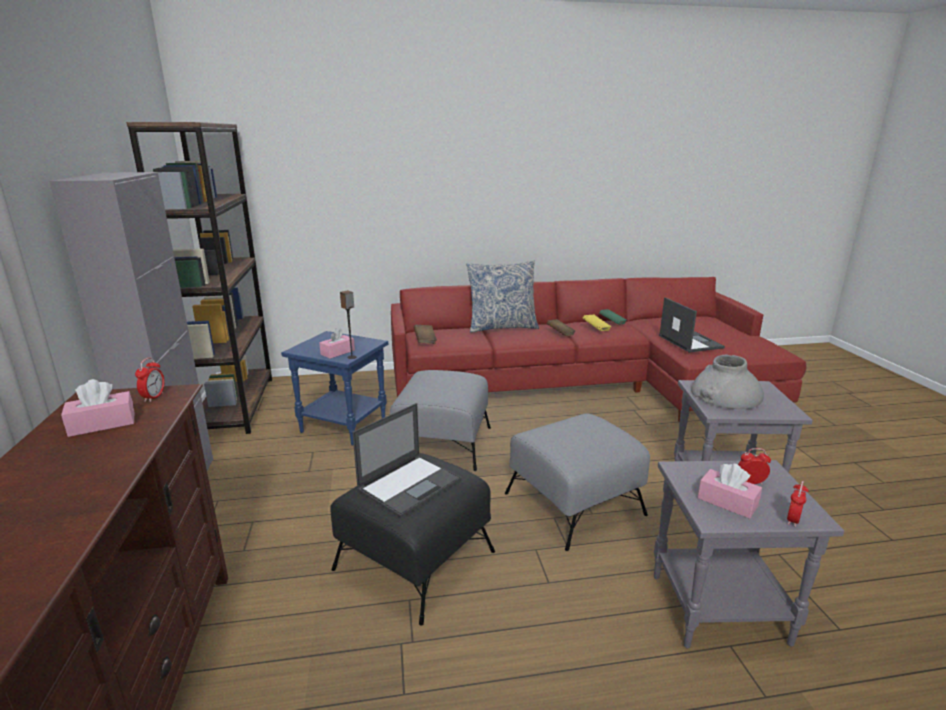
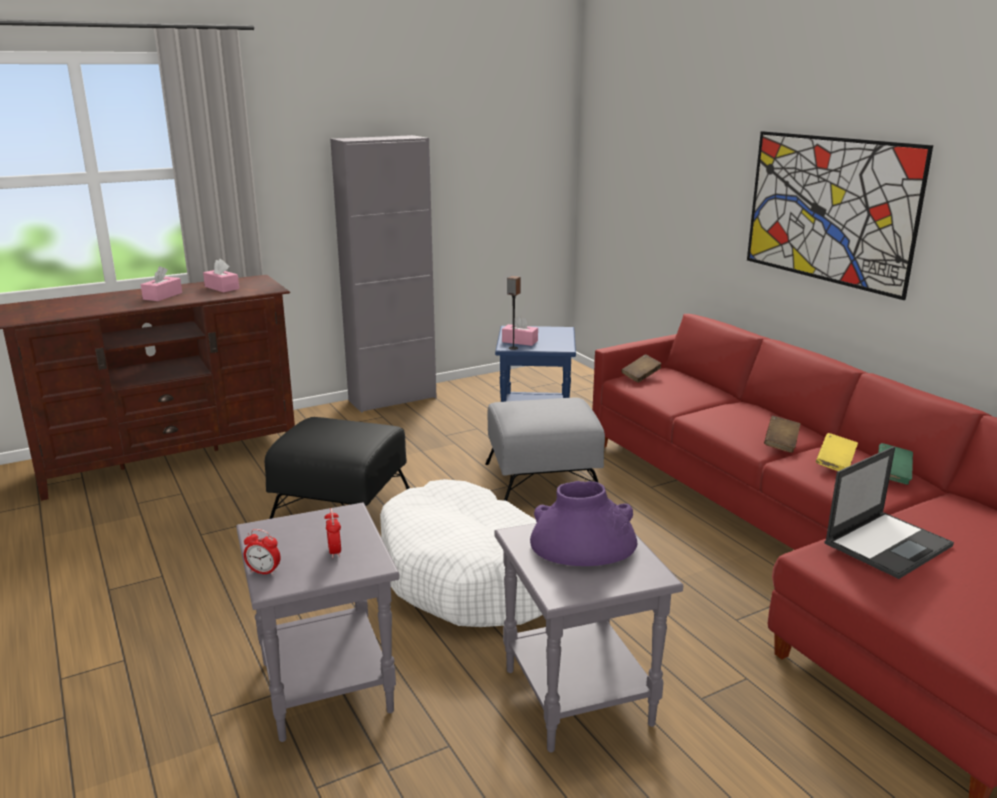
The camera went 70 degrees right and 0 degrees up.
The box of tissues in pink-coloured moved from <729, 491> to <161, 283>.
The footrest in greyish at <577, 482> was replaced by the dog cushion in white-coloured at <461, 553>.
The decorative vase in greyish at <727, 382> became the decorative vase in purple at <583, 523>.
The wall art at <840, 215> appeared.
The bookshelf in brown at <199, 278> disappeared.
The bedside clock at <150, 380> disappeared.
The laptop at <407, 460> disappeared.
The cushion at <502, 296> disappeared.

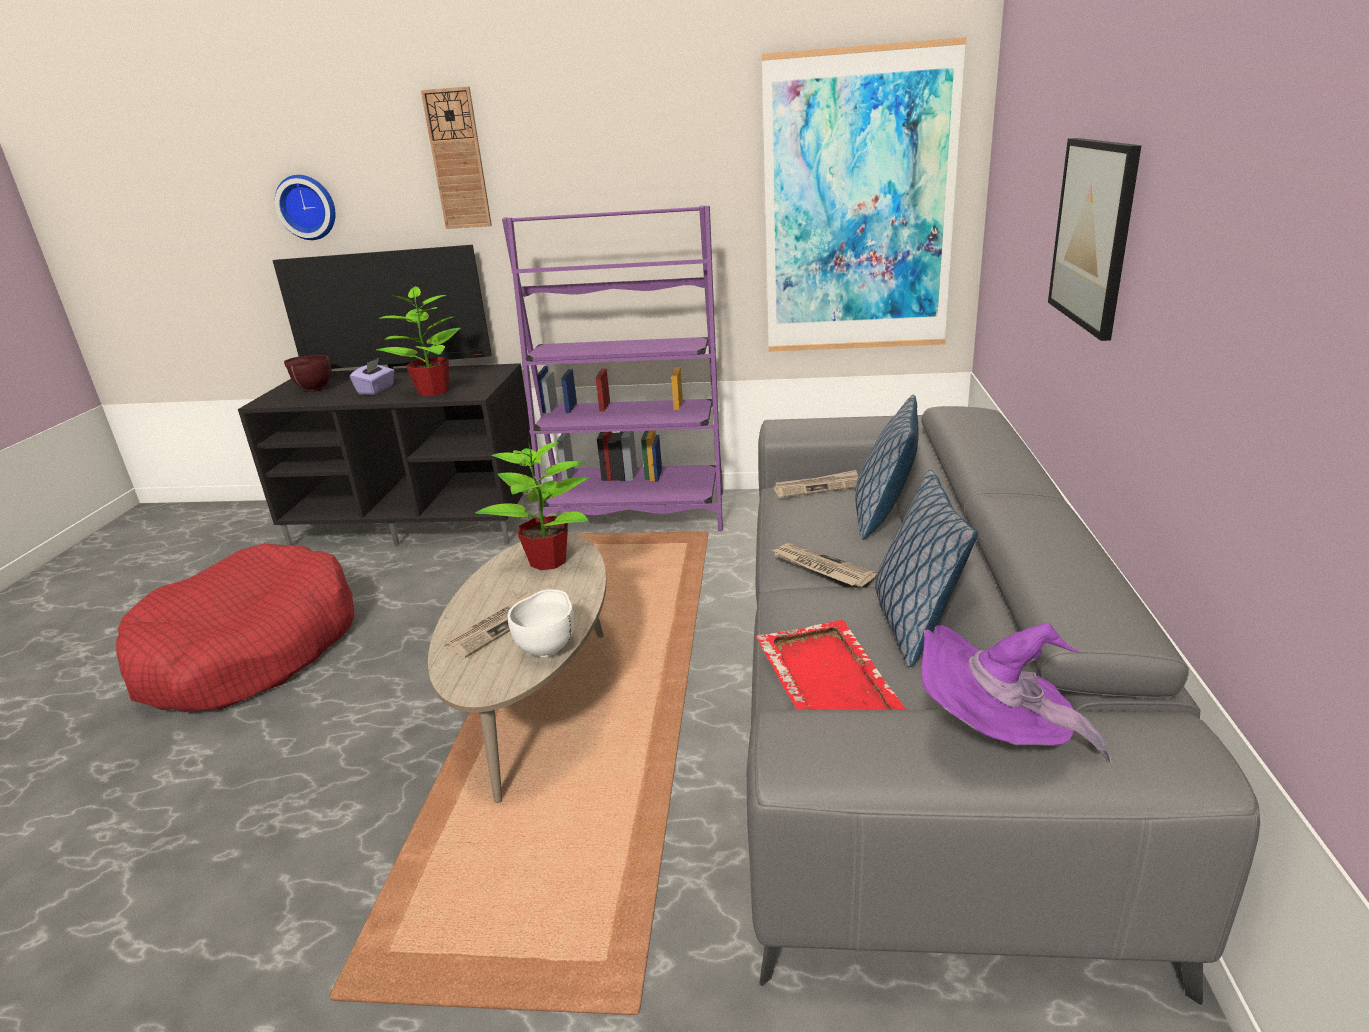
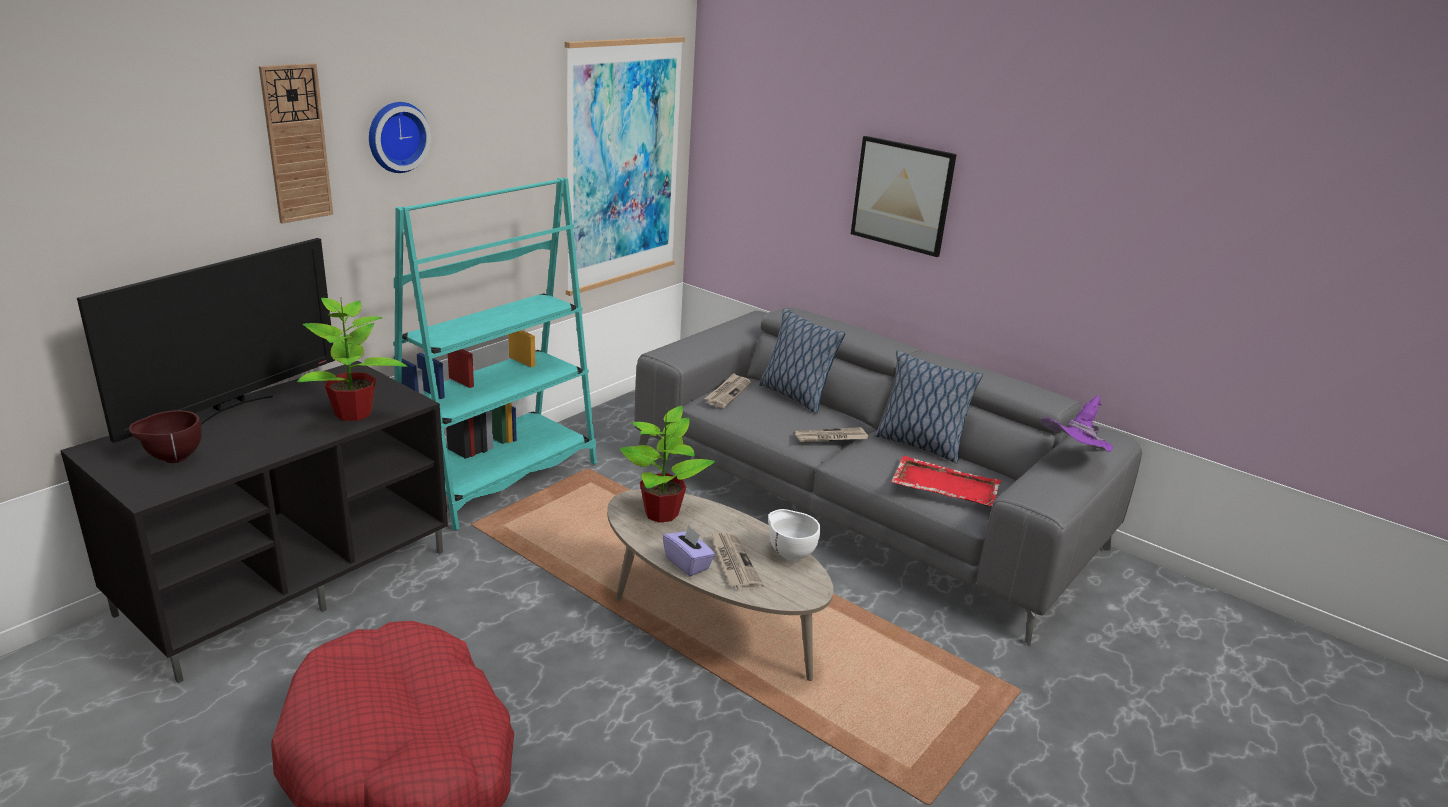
The camera went 60 degrees left and 0 degrees up.
The clock on the wall moved from <305, 207> to <400, 137>.
The bookshelf in purple at <612, 368> became the bookshelf in turquoise at <495, 354>.
The box of tissues in purple moved from <372, 376> to <689, 550>.

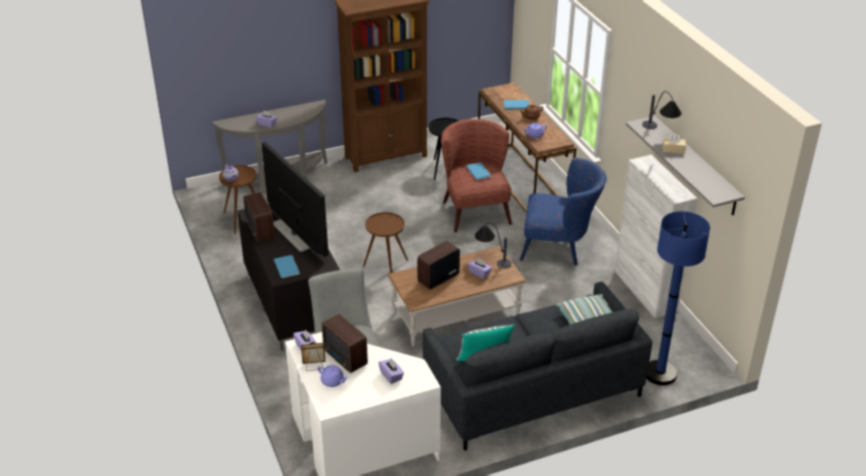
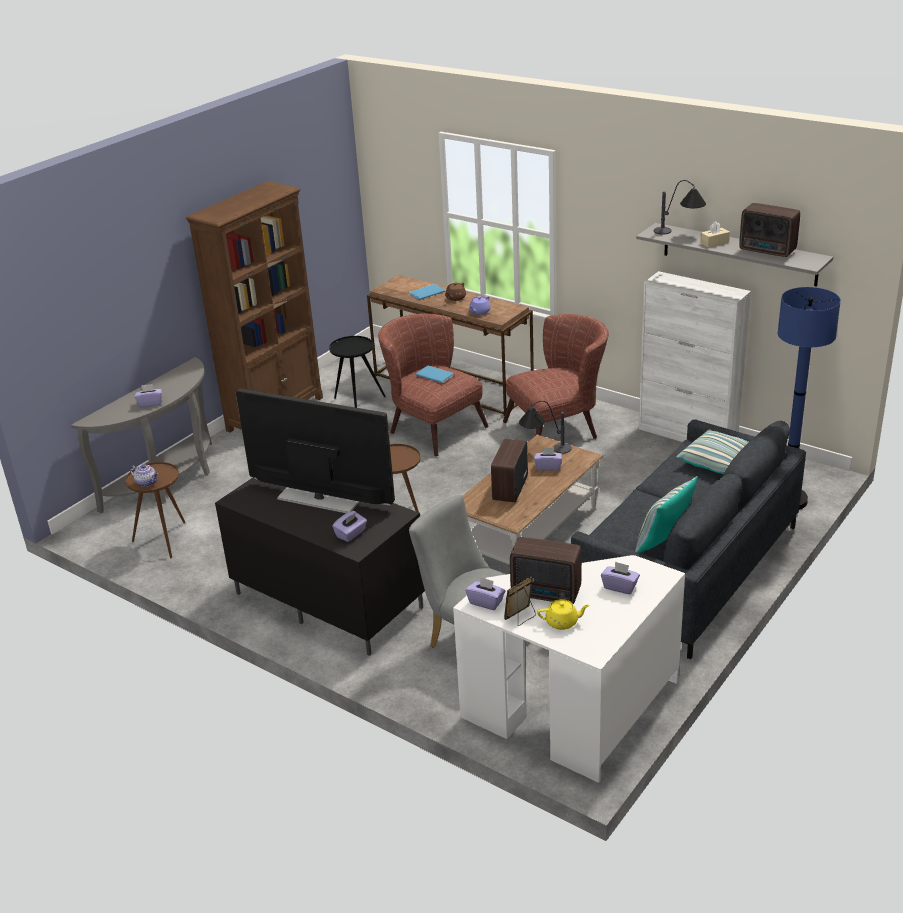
The camera went 30 degrees left and 5 degrees down.
The bound book in bluish at <287, 266> was replaced by the box of tissues in purple at <349, 526>.
The easy chair in bluish at <563, 211> became the easy chair in brown at <556, 376>.
The pot for tea in purple at <332, 376> became the pot for tea in yellowish at <563, 614>.
The radio set moved from <259, 217> to <769, 230>.

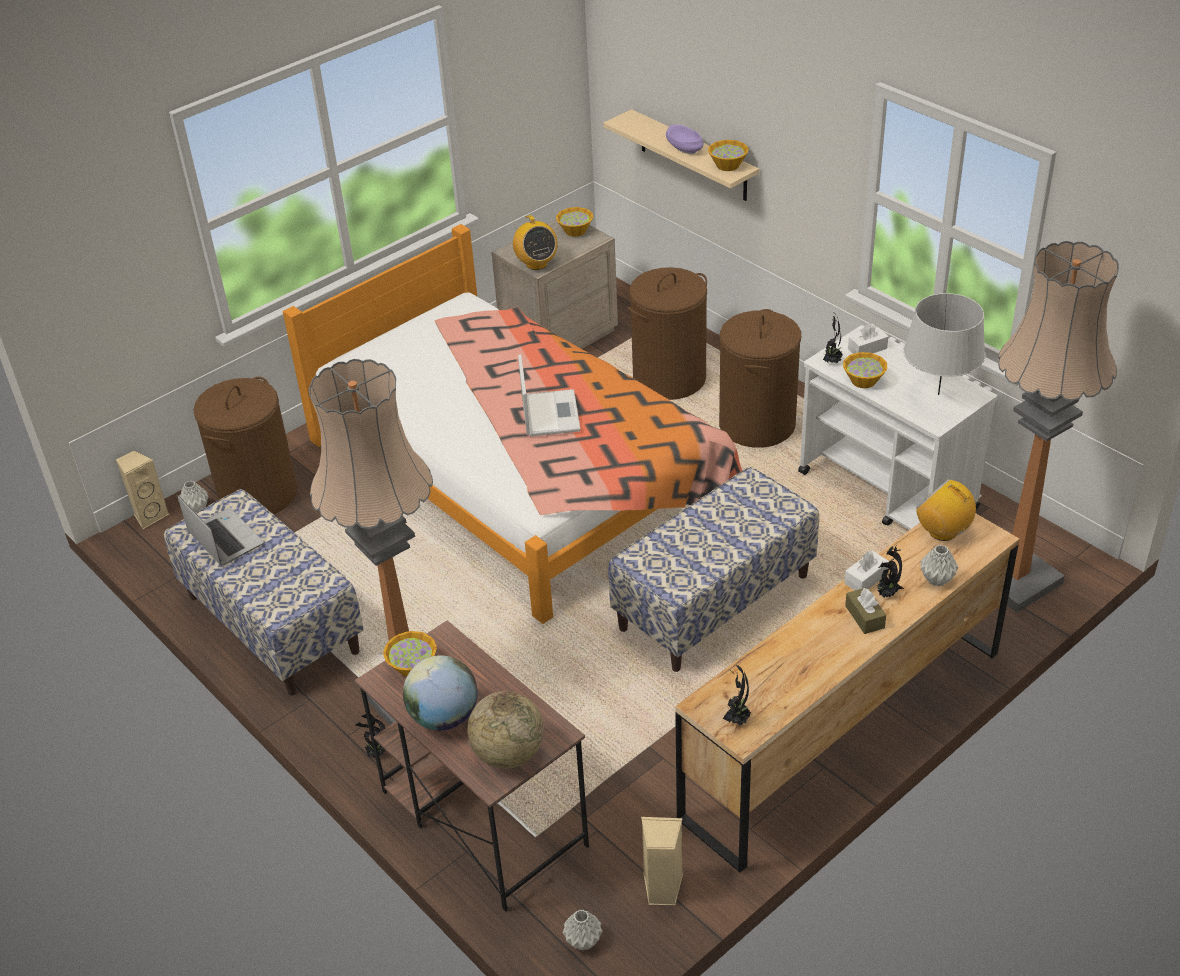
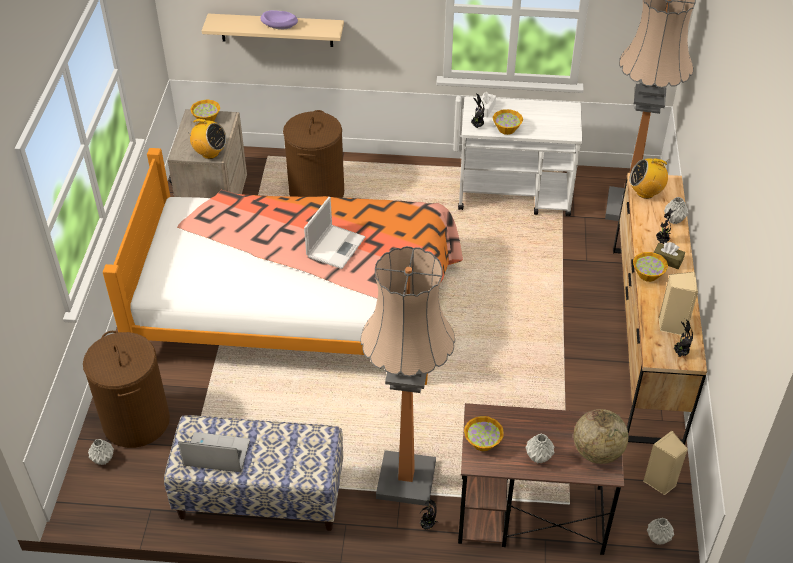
The camera went 45 degrees left and 5 degrees up.
The laptop at <549, 395> turned 75 degrees clockwise.
The world globe at <440, 693> was replaced by the decorative vase in greyish at <540, 448>.
The bowl moved from <728, 155> to <650, 267>.
The loudspeaker in sand-coloured moved from <142, 490> to <678, 303>.
The bench at <713, 569> disappeared.
The washing basket in brown at <760, 378> disappeared.
The box of tissues in white-coloured at <866, 570> disappeared.
The lamp for a table in greyish at <944, 344> disappeared.

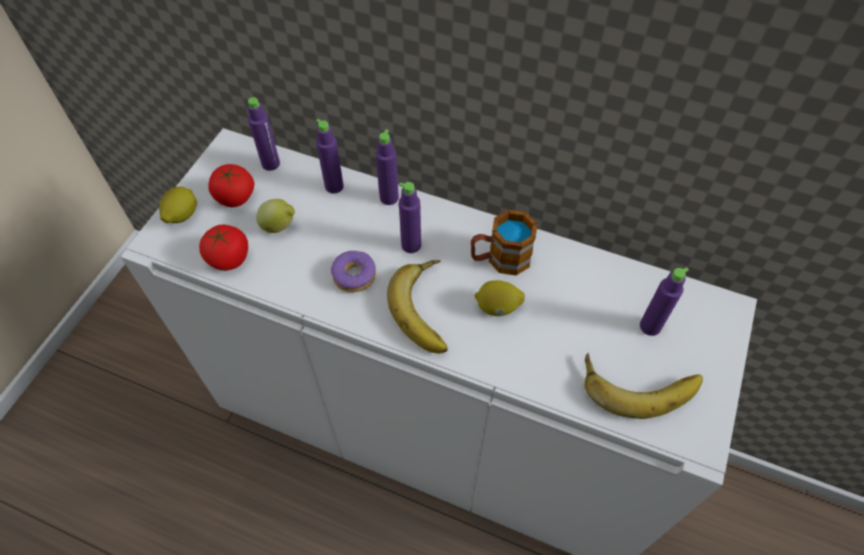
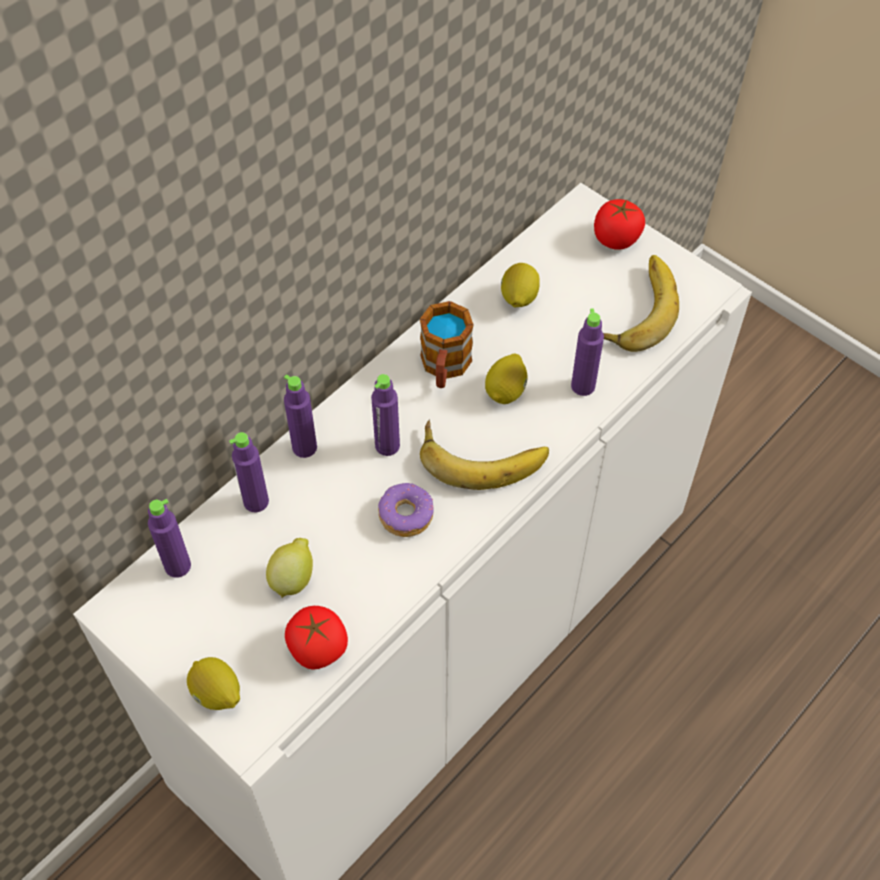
The camera went 70 degrees left and 0 degrees up.
The whole lemon at <520, 285> appeared.
The drink bottle in purple moved from <664, 302> to <587, 352>.
The fresh tomato moved from <231, 185> to <619, 224>.

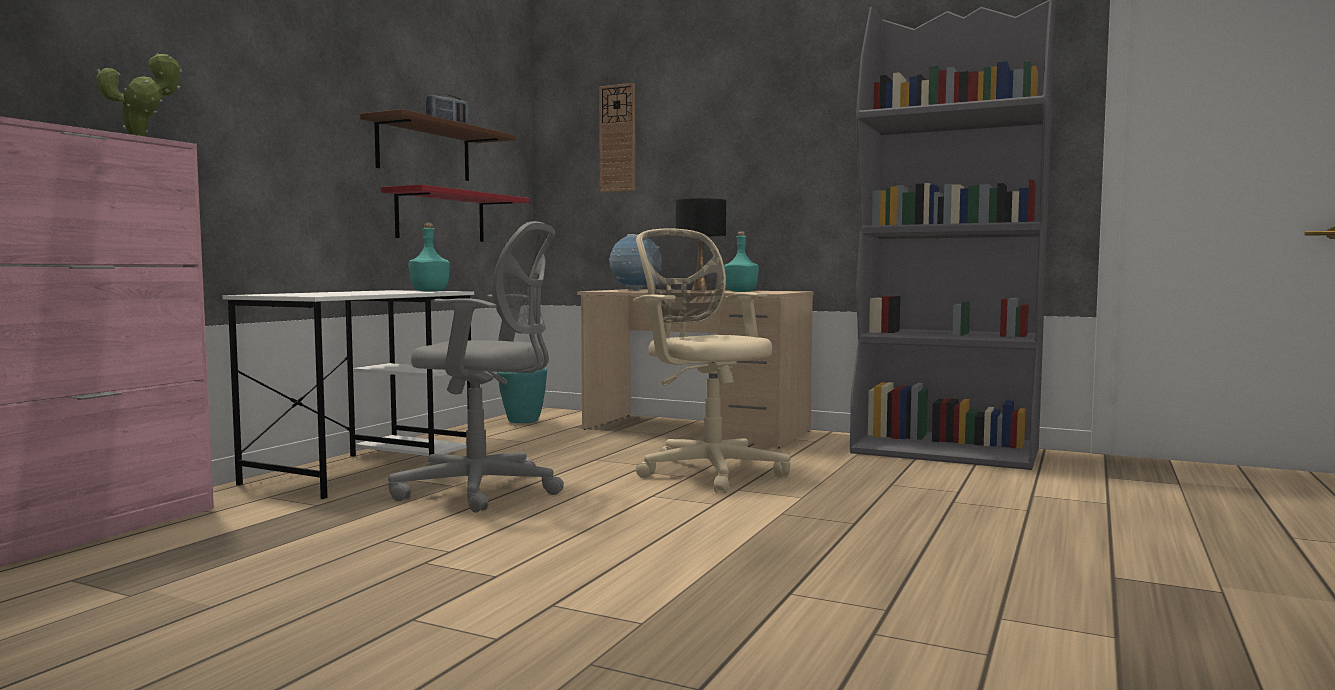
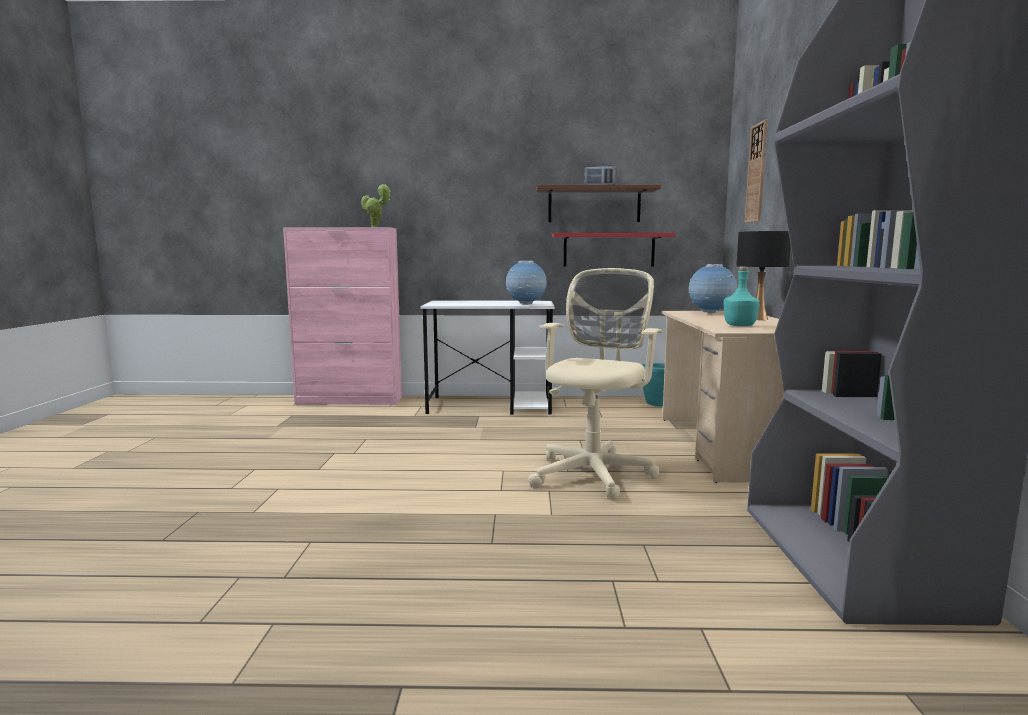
The camera went 65 degrees right and 5 degrees up.
The drink bottle in turquoise at <429, 257> was replaced by the world globe at <526, 283>.
The office chair in greyish at <476, 367> disappeared.

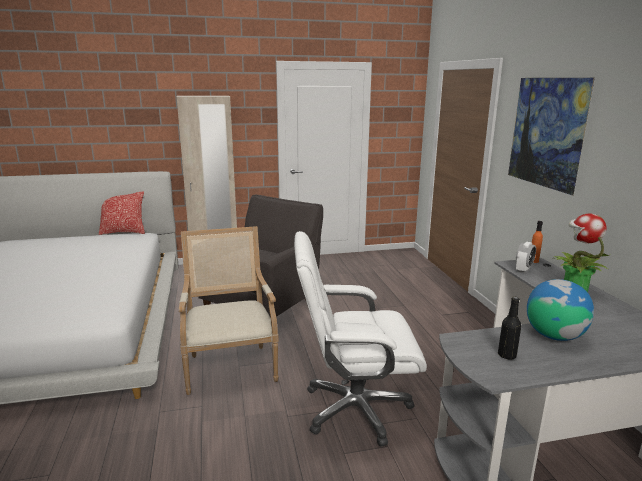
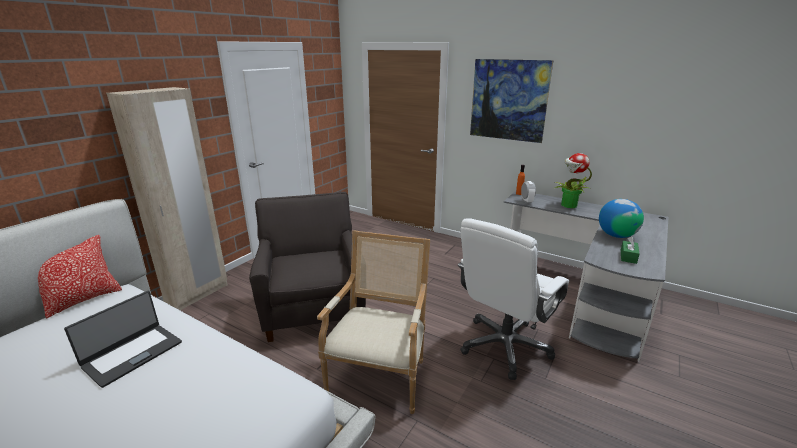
The camera went 45 degrees left and 5 degrees up.
The laptop at <123, 339> appeared.
The easy chair at <229, 310> turned 75 degrees clockwise.
The drink bottle in blackish at <509, 328> was replaced by the box of tissues in greenish at <630, 250>.

